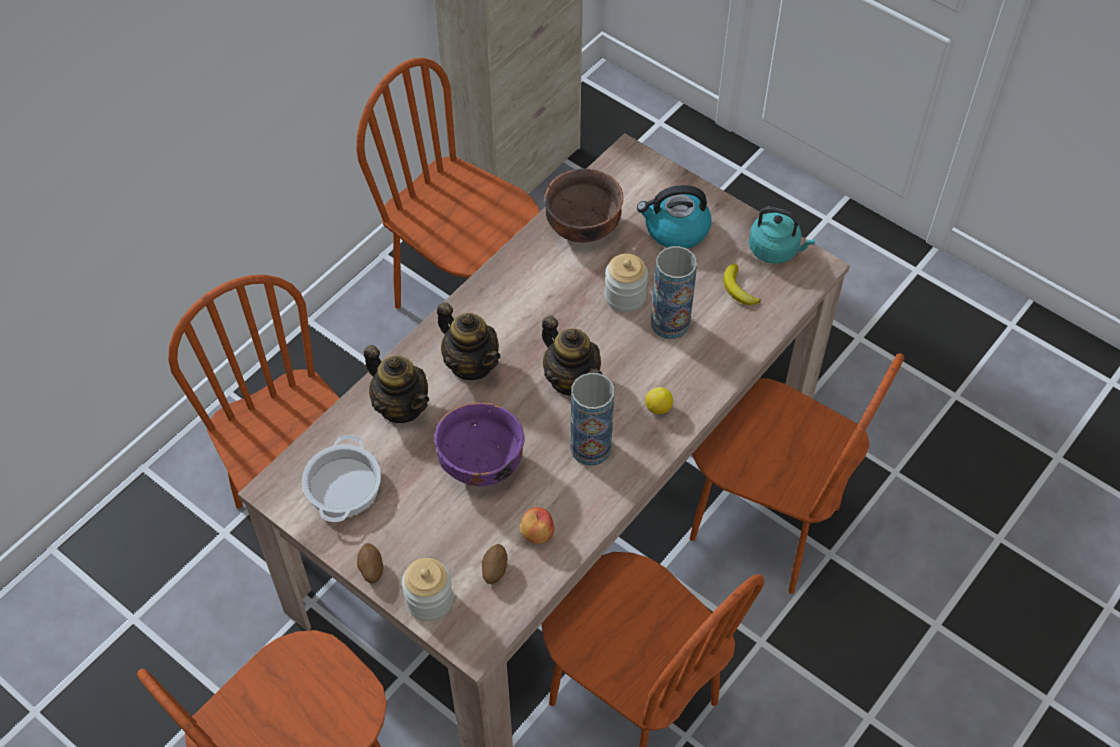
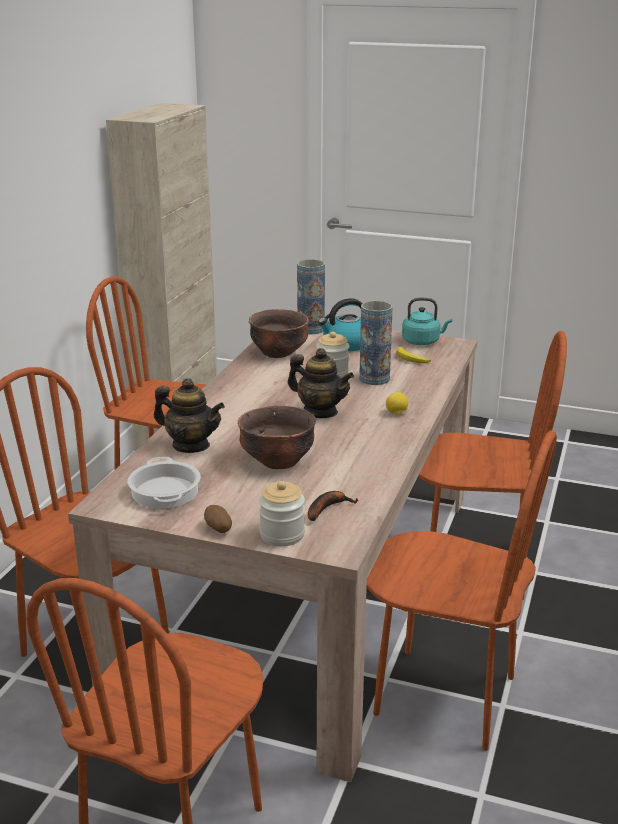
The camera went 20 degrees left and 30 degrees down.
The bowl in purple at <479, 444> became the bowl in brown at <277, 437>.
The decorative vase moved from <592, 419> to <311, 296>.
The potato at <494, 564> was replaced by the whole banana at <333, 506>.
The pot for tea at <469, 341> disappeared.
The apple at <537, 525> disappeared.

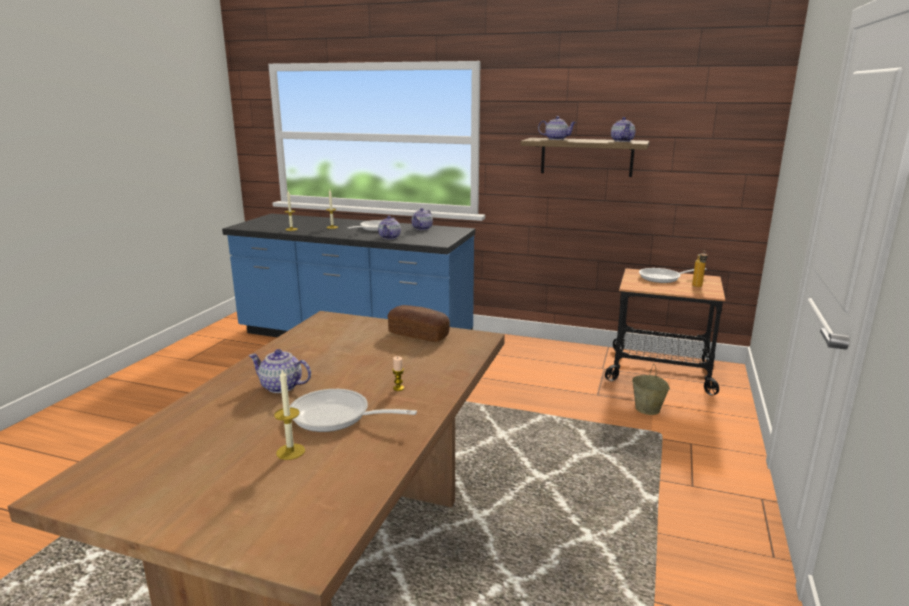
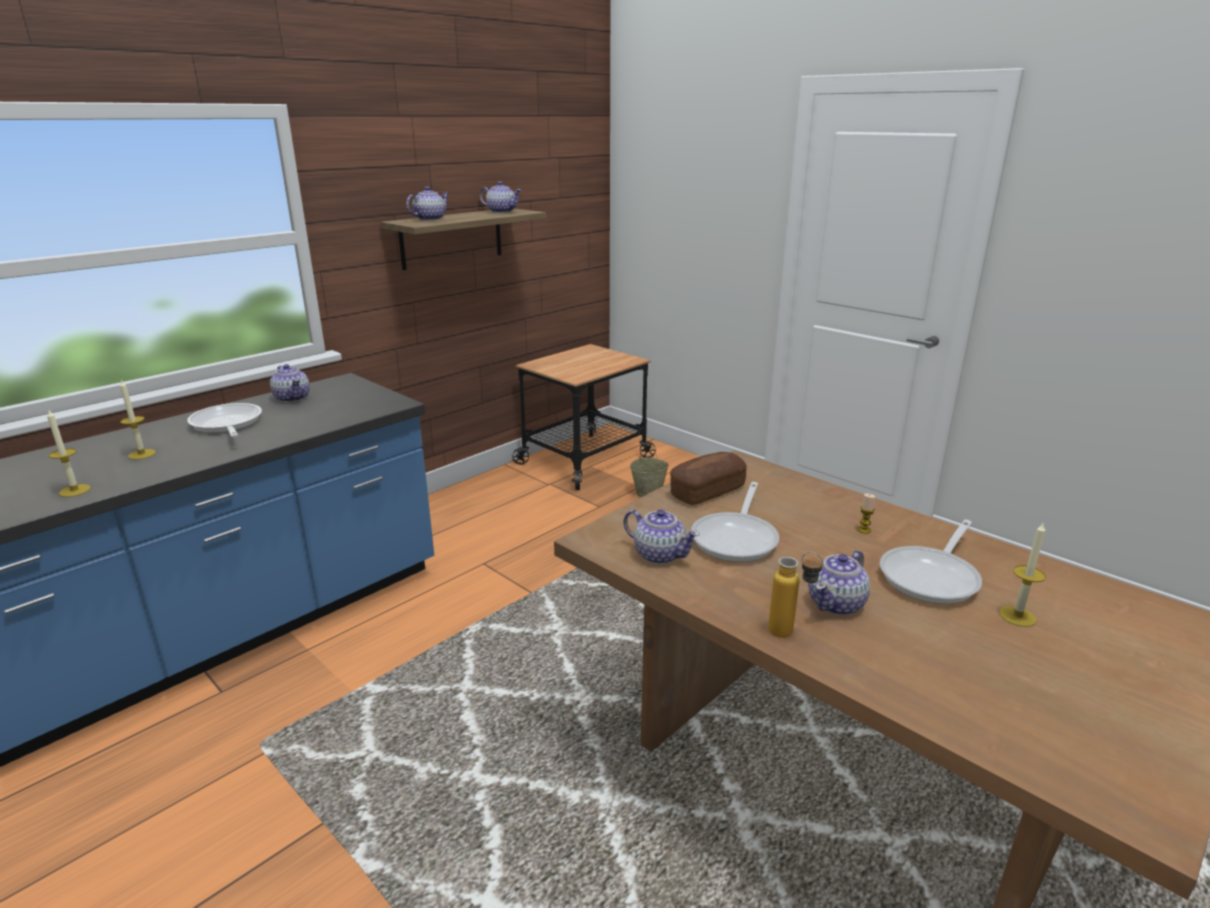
The camera went 65 degrees left and 5 degrees up.
The pot for tea moved from <389, 227> to <662, 536>.
The skillet moved from <672, 275> to <735, 522>.
The drink bottle moved from <700, 268> to <796, 595>.

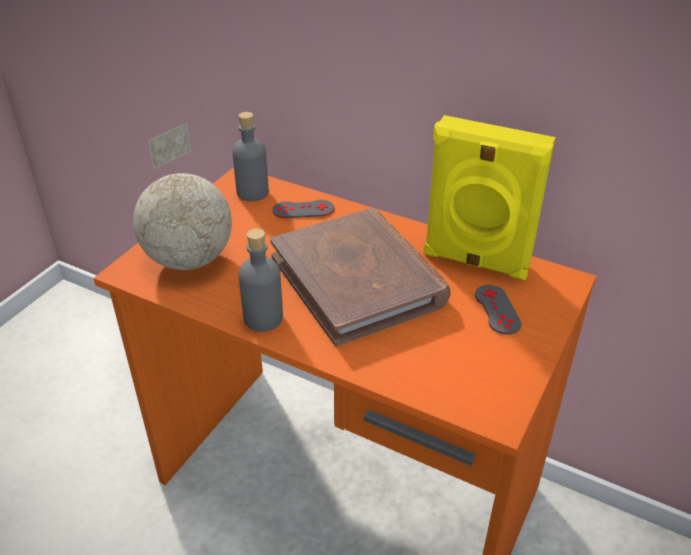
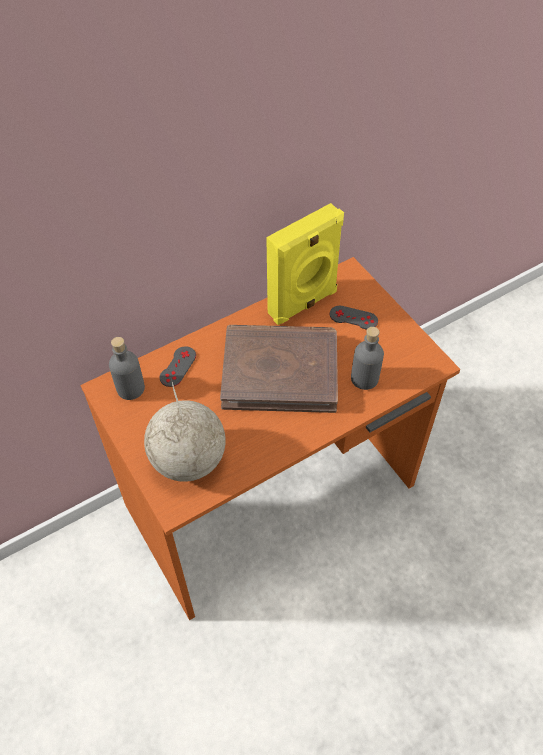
The camera went 60 degrees left and 15 degrees up.
The drink bottle in greyish moved from <260, 280> to <367, 358>.

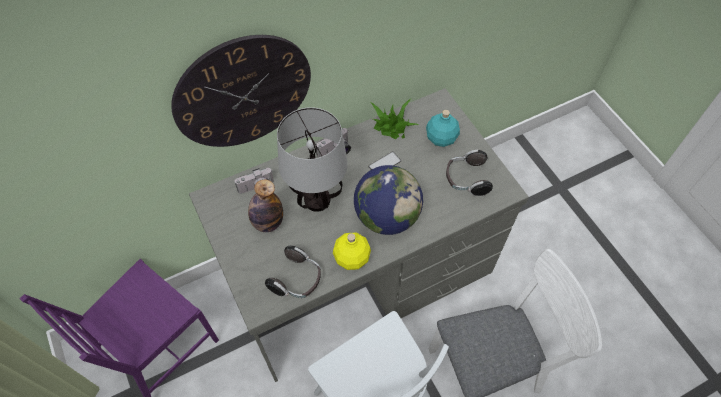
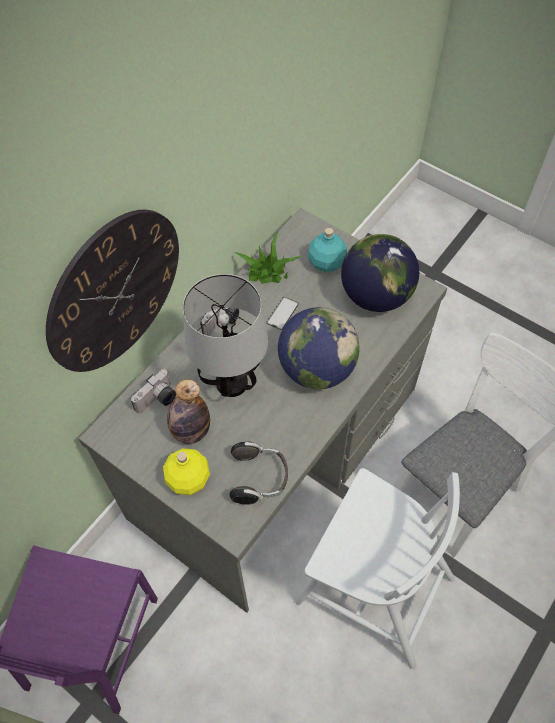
The camera went 25 degrees left and 0 degrees up.
The drink bottle in yellowish moved from <352, 251> to <186, 471>.
The pair of headphones at <469, 173> was replaced by the world globe at <380, 273>.

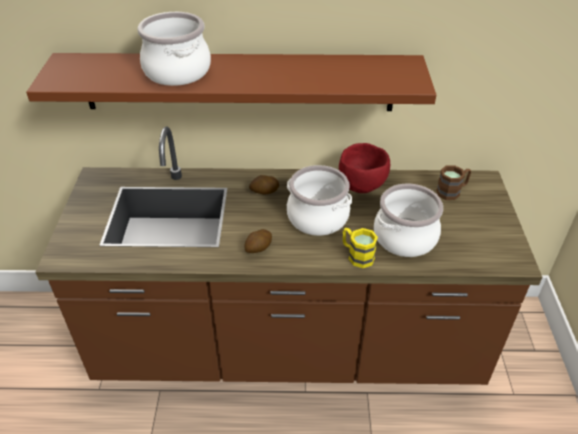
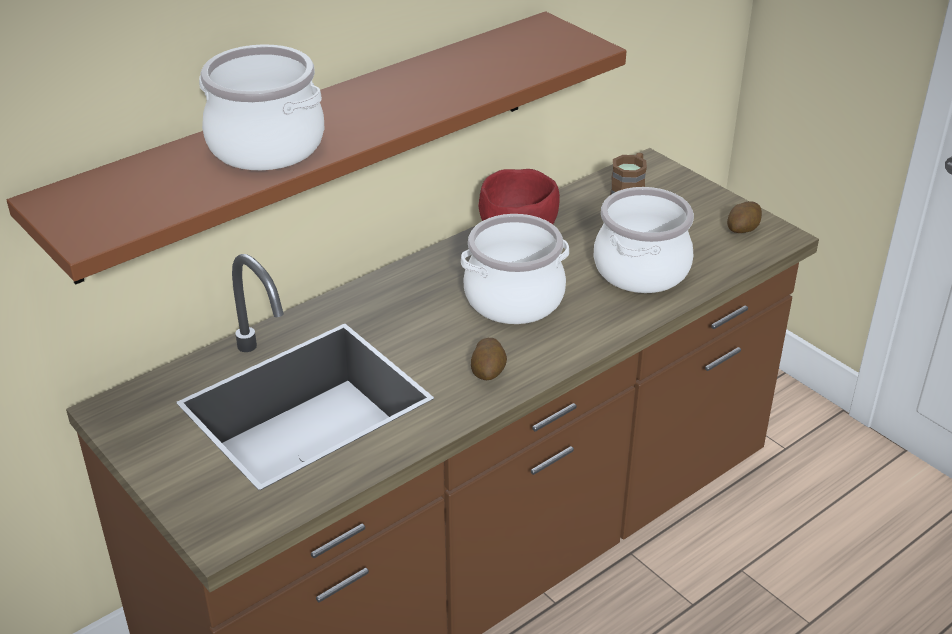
The camera went 40 degrees left and 5 degrees down.
The potato moved from <264, 185> to <744, 217>.
The tea mug in yellowish at <360, 248> disappeared.

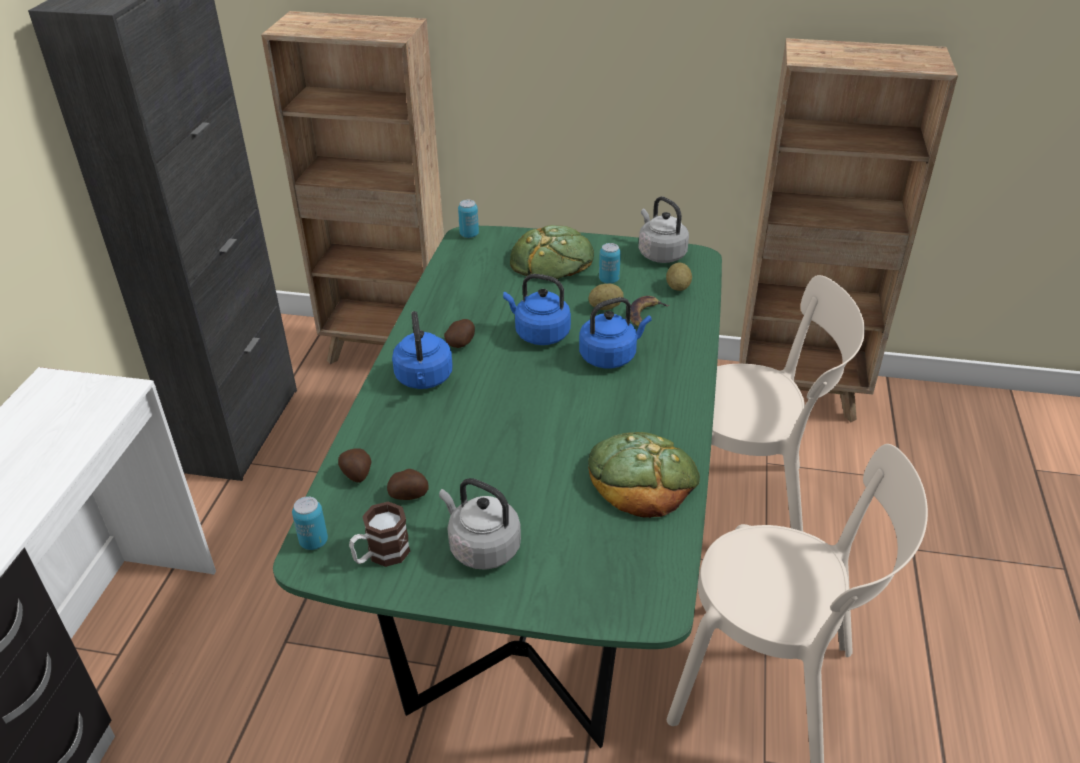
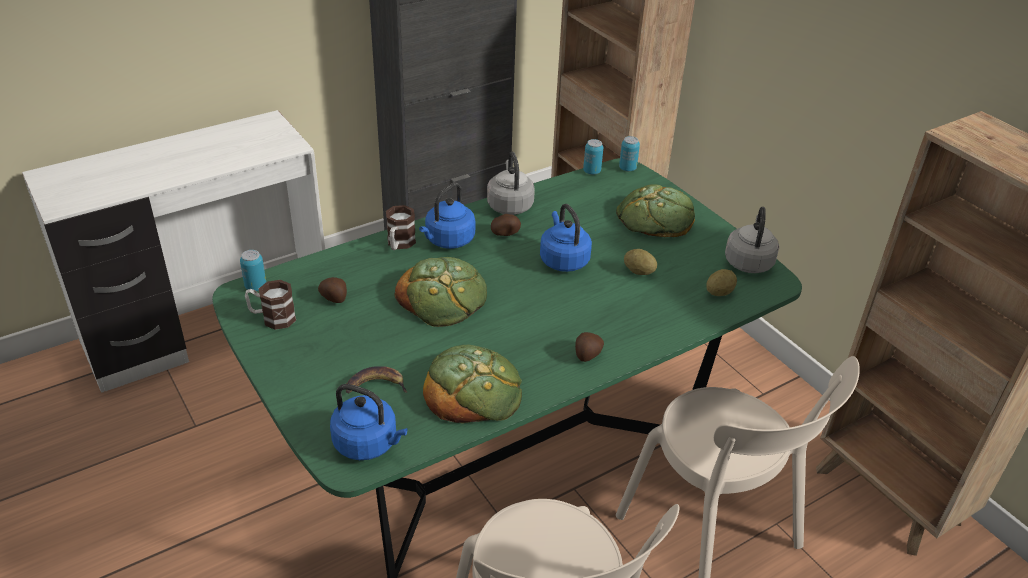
The camera went 45 degrees right and 0 degrees up.
The tea kettle in bluish moved from <615, 332> to <369, 422>.
The whole banana moved from <650, 311> to <376, 379>.
The tea mug at <401, 227> appeared.
The baked bread at <441, 292> appeared.
The tea kettle in greyish moved from <480, 524> to <511, 183>.
The potato moved from <354, 465> to <589, 347>.
The can moved from <610, 263> to <593, 157>.

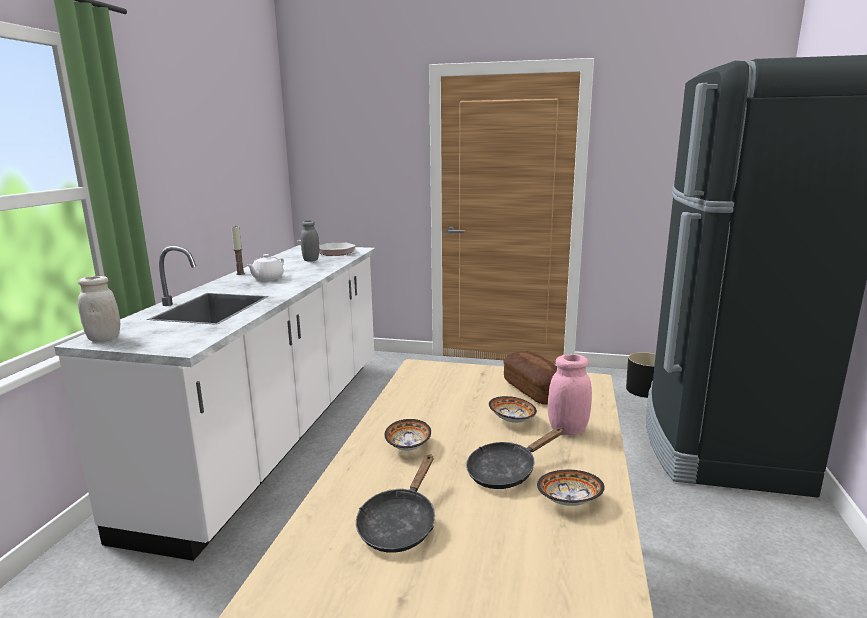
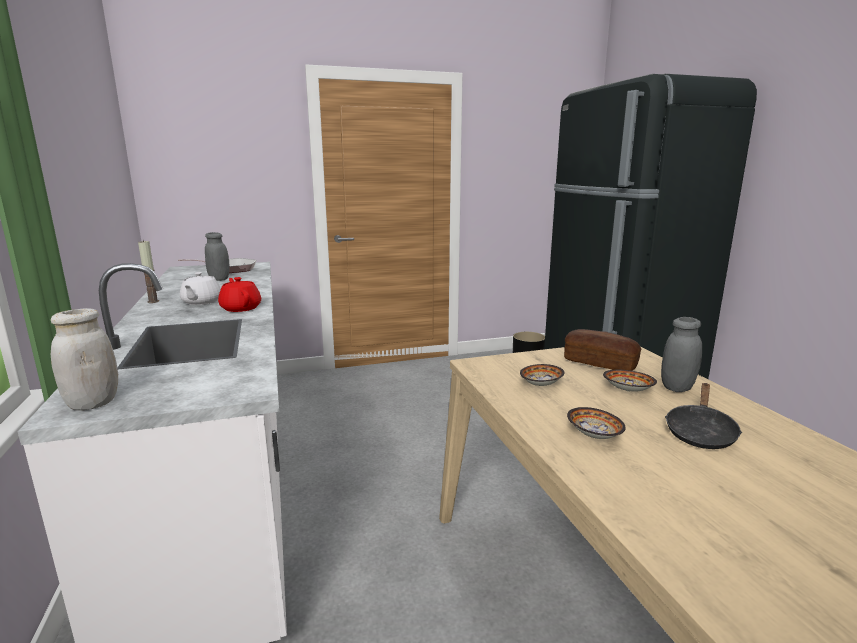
The camera went 30 degrees left and 0 degrees up.
The pot for tea in red-coloured at <239, 294> appeared.
The bowl moved from <571, 488> to <542, 375>.
The jar in pink-coloured at <570, 394> became the jar in greyish at <681, 354>.
The skillet in blackish at <395, 503> disappeared.

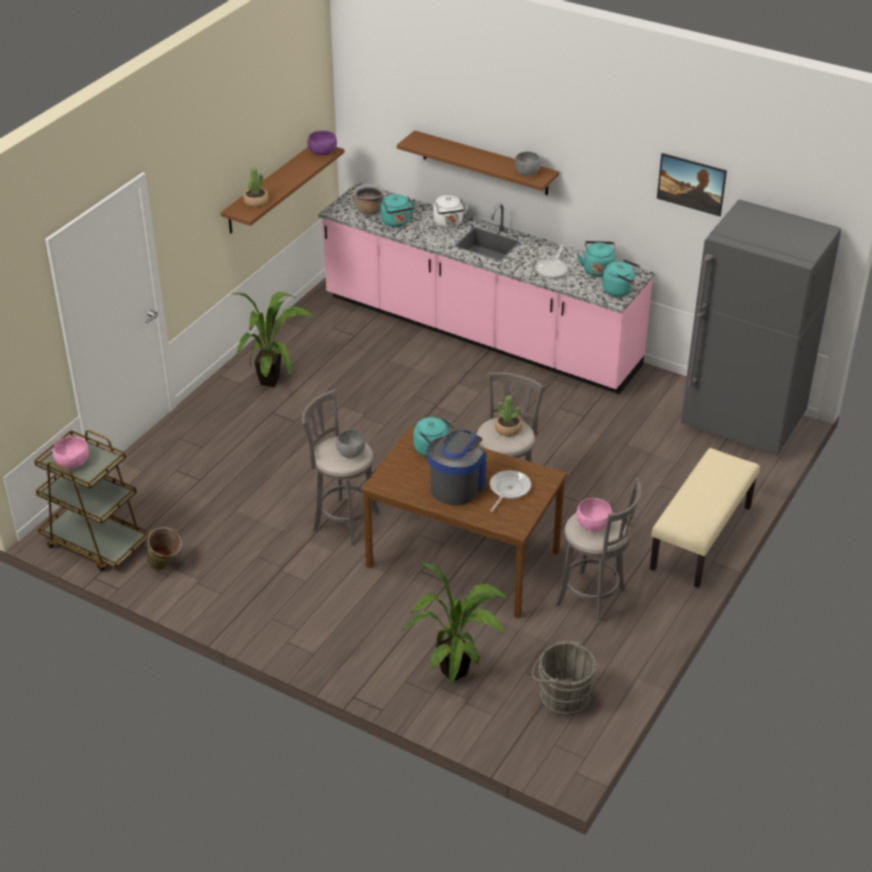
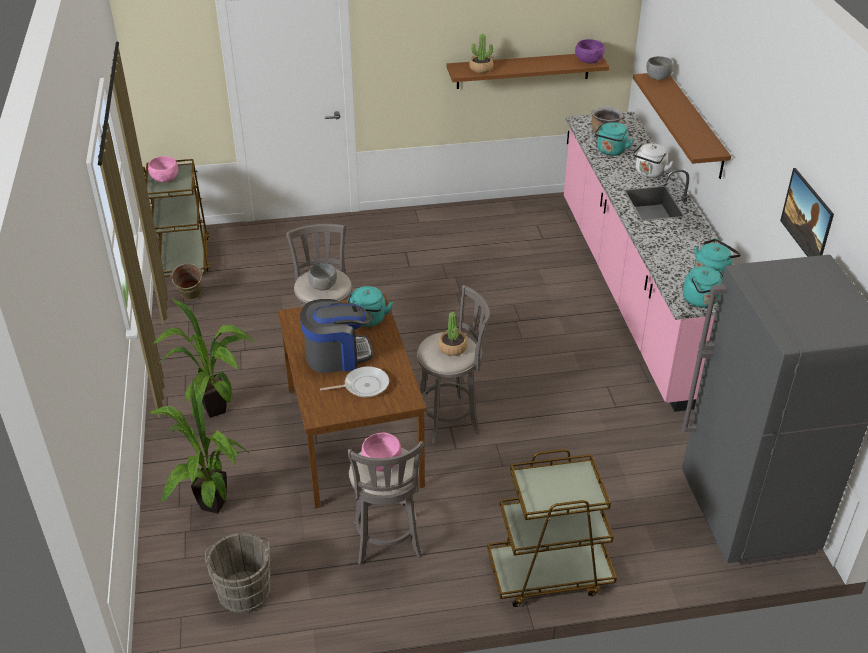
The camera went 50 degrees right and 0 degrees up.
The houseplant moved from <272, 339> to <203, 358>.
The bench in sand-coloured at <705, 518> was replaced by the trolley in brown at <552, 528>.
The bowl in greyish moved from <528, 164> to <659, 68>.
The skillet at <551, 262> disappeared.

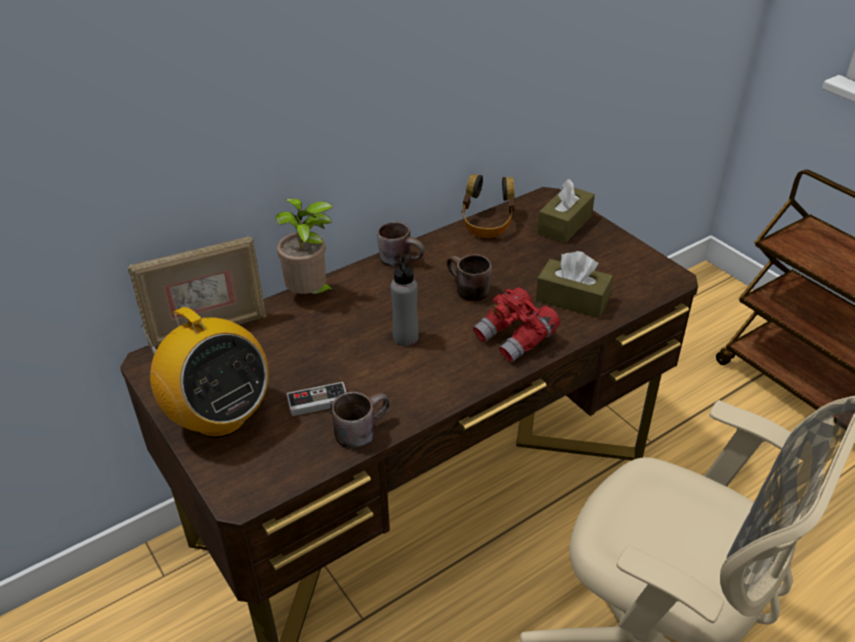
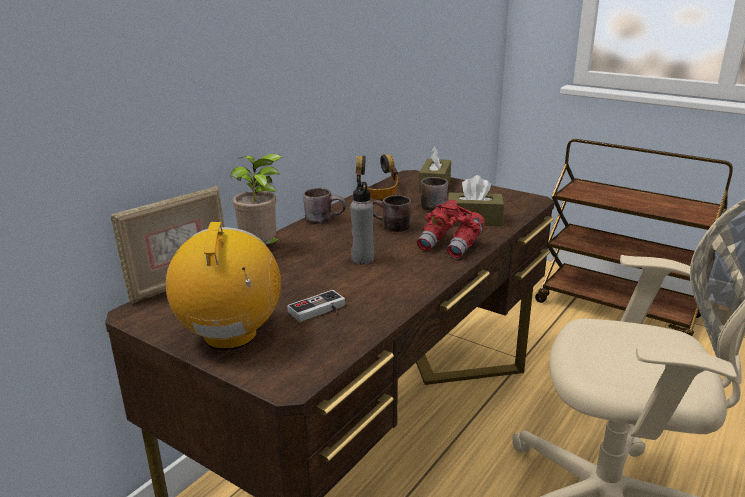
The camera went 20 degrees left and 15 degrees down.
The radio set at <205, 372> turned 120 degrees counterclockwise.
The tea mug in brown moved from <361, 420> to <434, 194>.

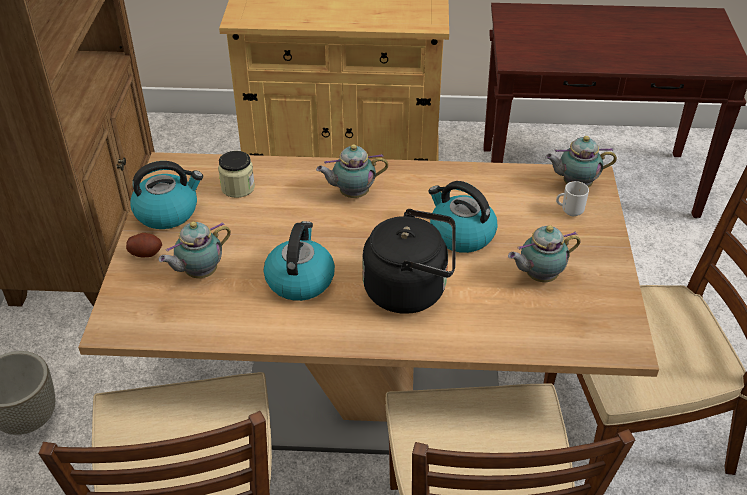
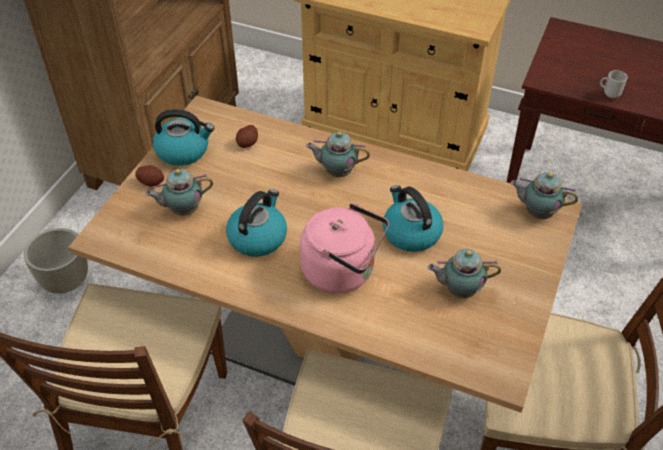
The camera went 20 degrees right and 5 degrees up.
The jar at <236, 174> was replaced by the potato at <247, 136>.
The tea kettle in blackish at <408, 261> became the tea kettle in pink-coloured at <344, 248>.
The tea mug moved from <572, 198> to <614, 84>.

